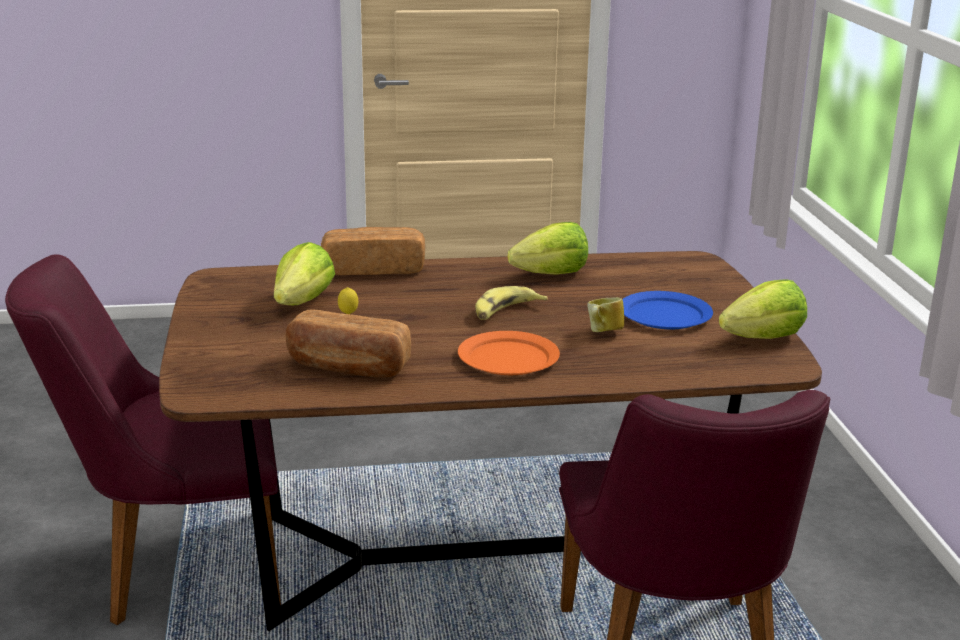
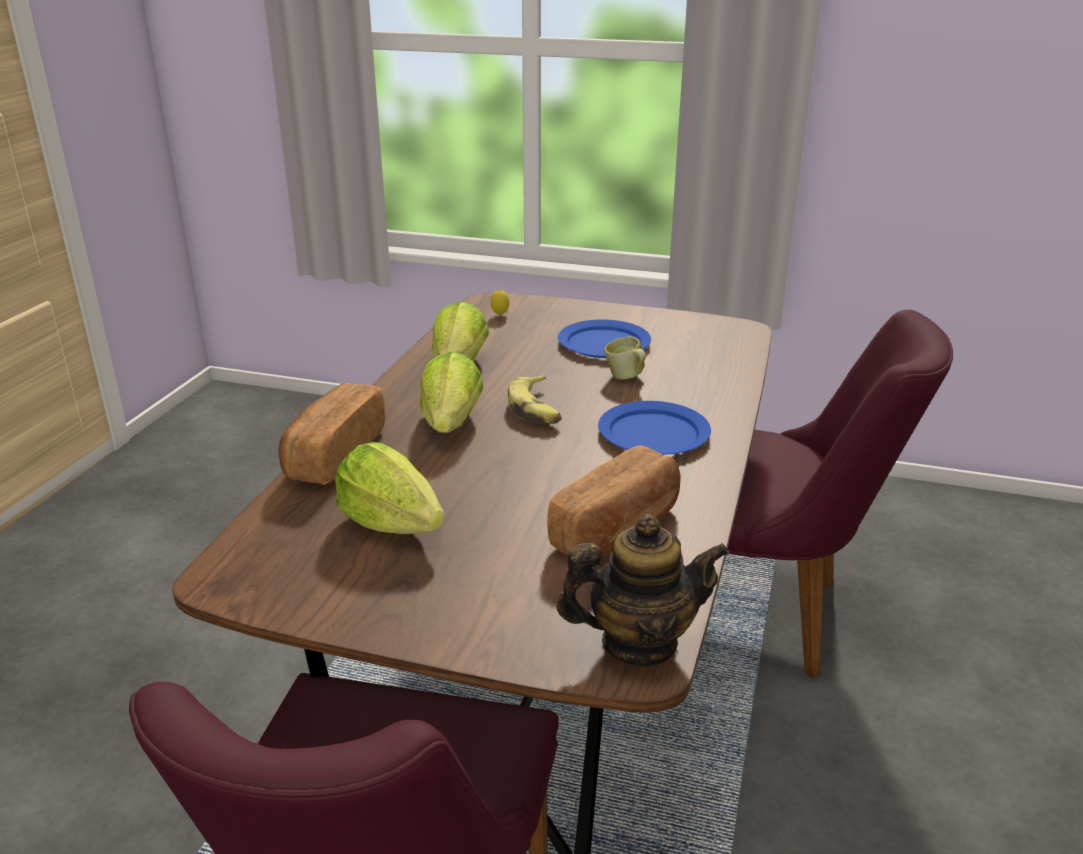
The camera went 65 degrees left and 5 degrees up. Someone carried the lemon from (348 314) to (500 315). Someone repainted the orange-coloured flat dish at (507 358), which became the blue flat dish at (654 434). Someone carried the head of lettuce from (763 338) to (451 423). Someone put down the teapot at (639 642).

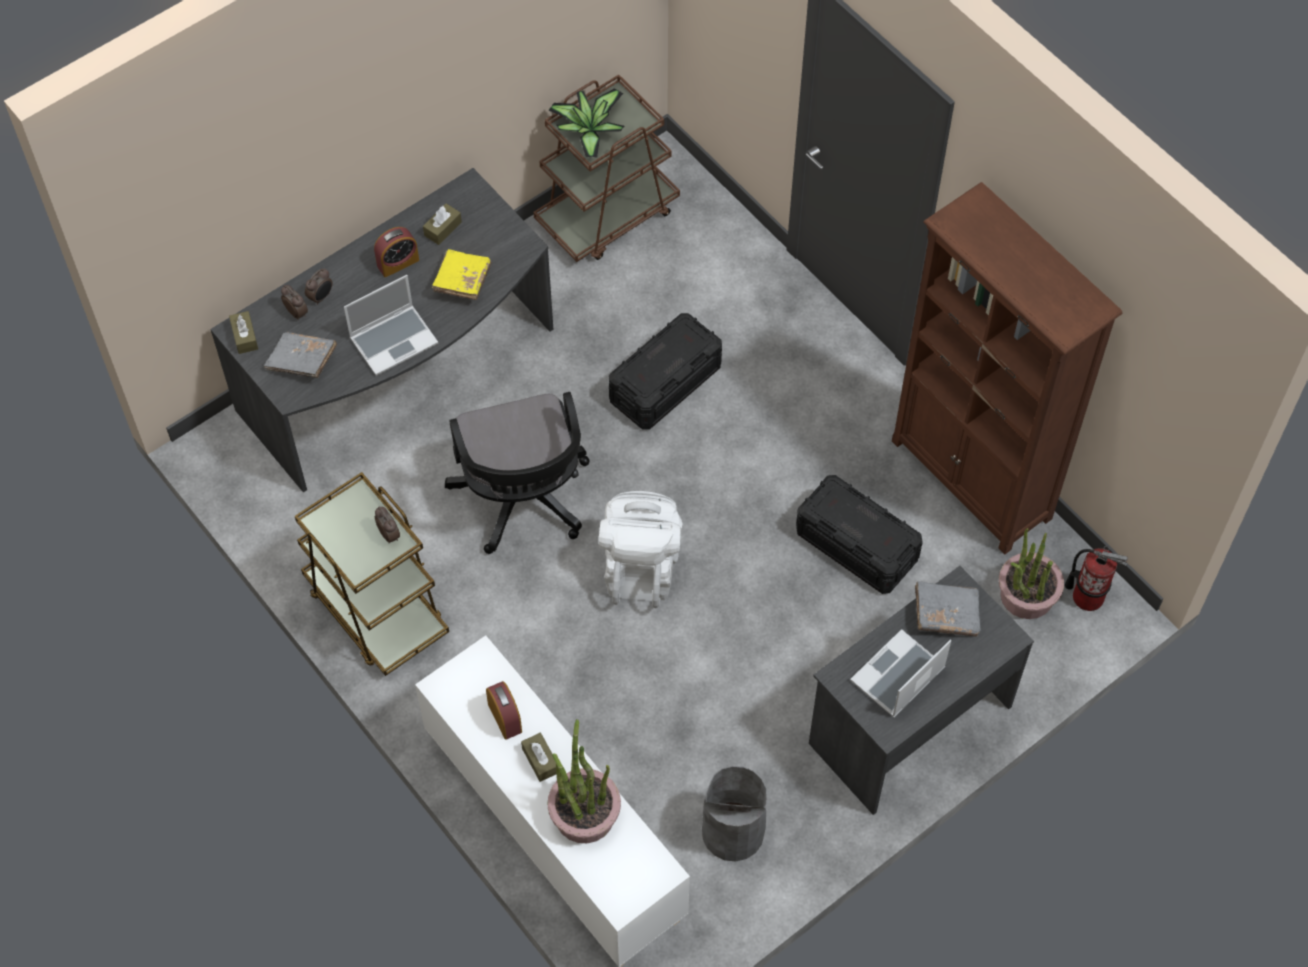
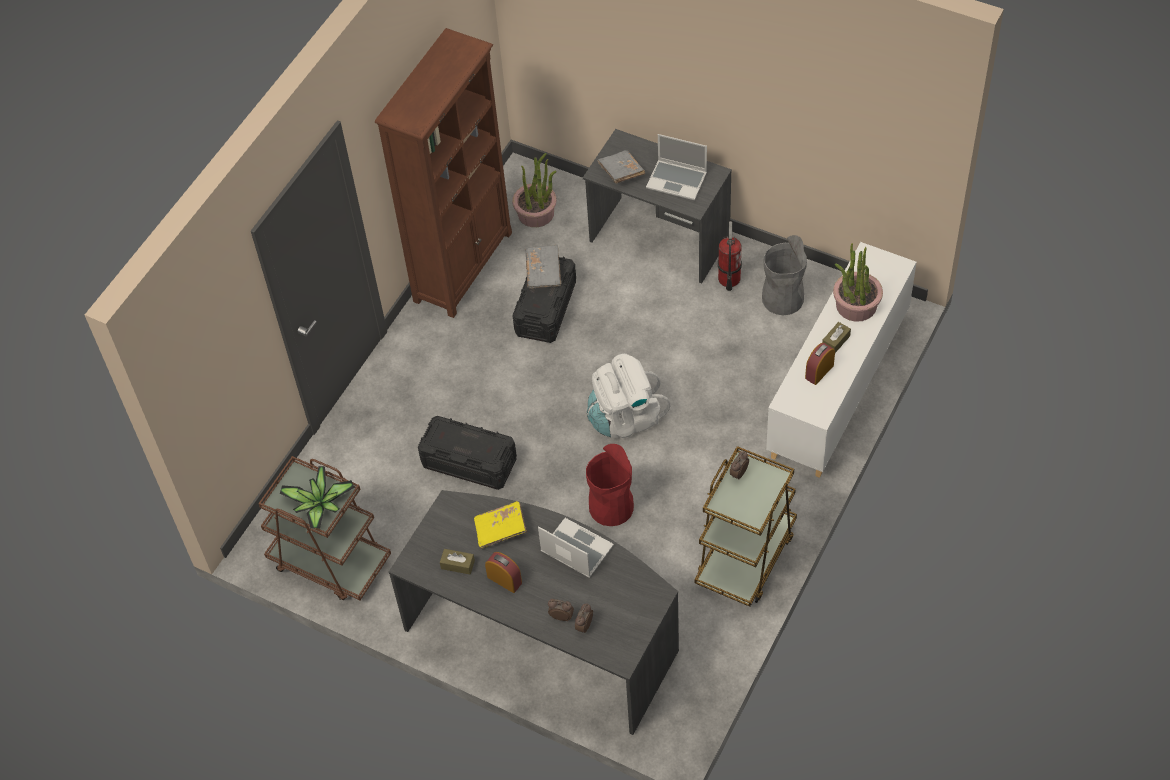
The camera went 110 degrees left and 5 degrees down. Someone took away the brownish tissue box at (244 337). Someone carried the greyish volume from (302 361) to (543 272). Someone swapped the black-coloured computer chair at (523 501) for the reddish waste bin at (611 507). Someone carried the fire-fighting cylinder from (1088 596) to (728 279).

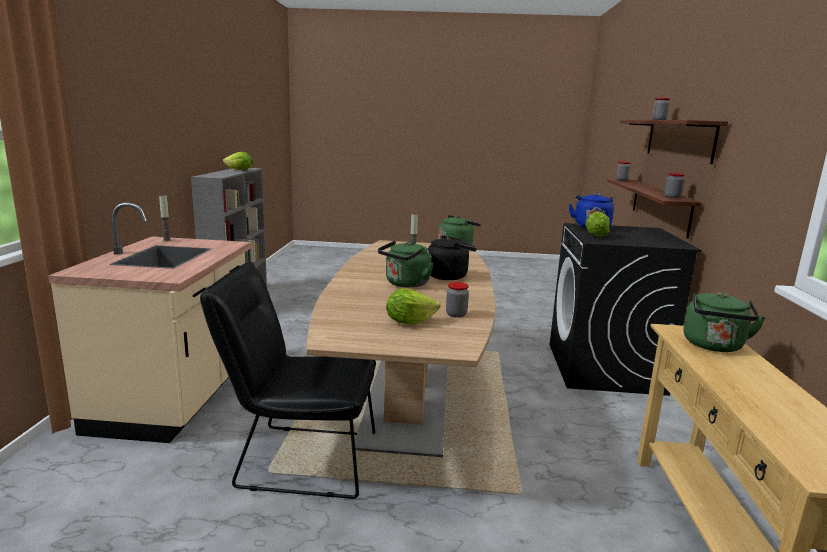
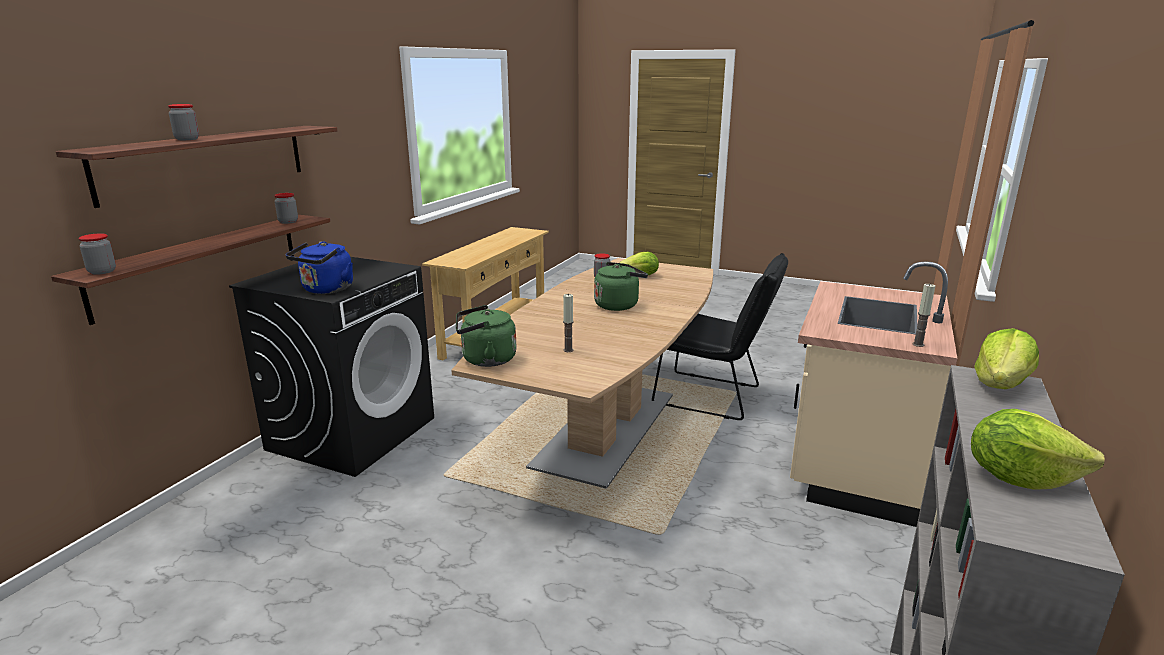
The camera went 160 degrees left and 5 degrees up. Someone took away the black-coloured water kettle at (449 276). Someone carried the head of lettuce from (595 236) to (1001 385). Someone took away the green water kettle at (714 346).

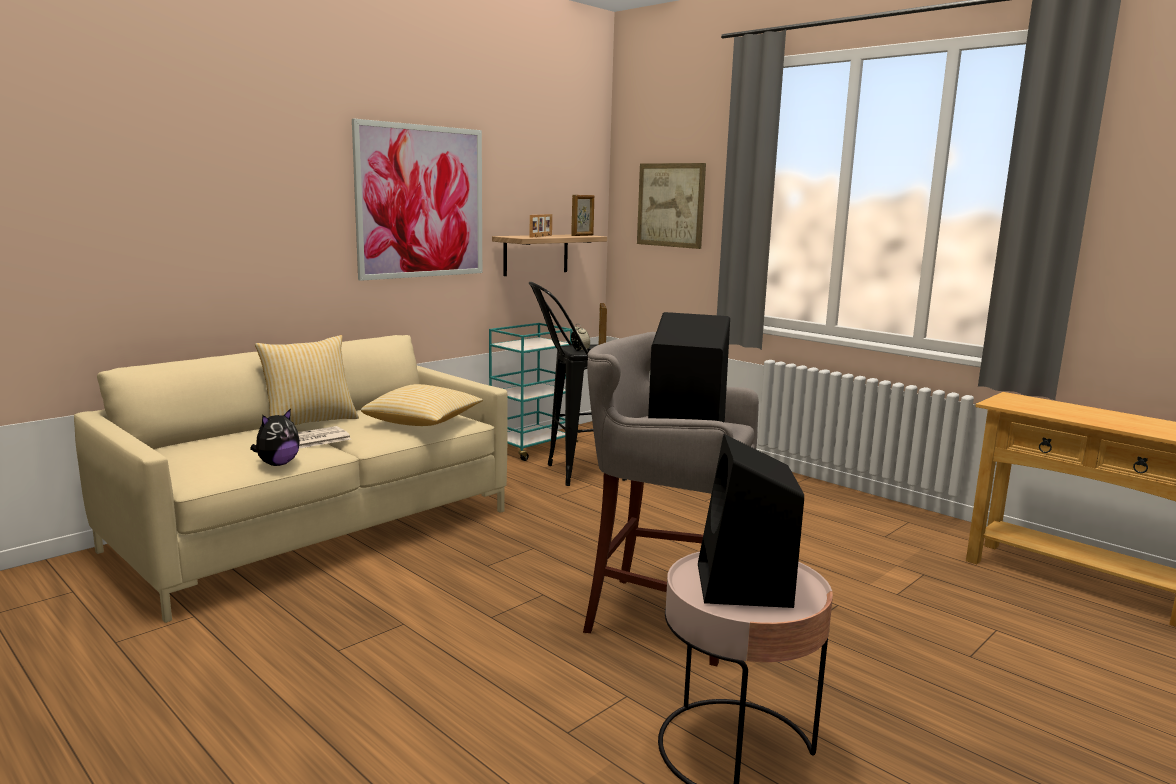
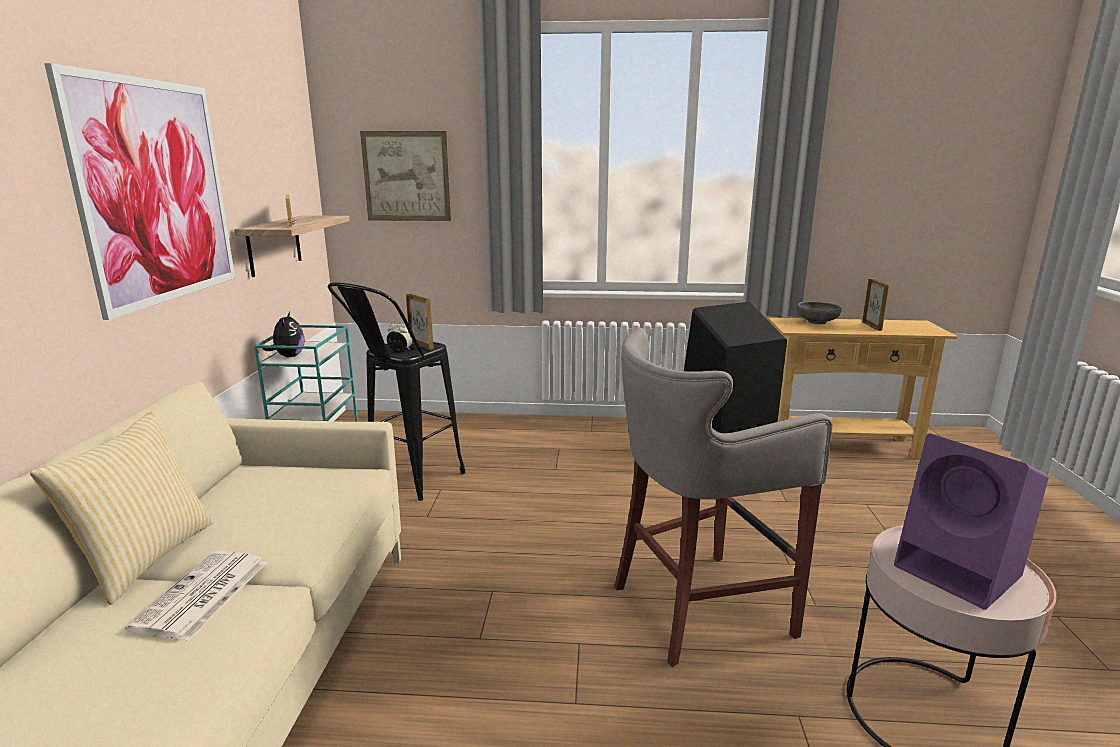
The camera went 40 degrees left and 5 degrees up. Someone carried the soft toy from (277 464) to (288 356). Someone took away the cushion at (423 423). Someone carried the photo frame from (582 235) to (872 326). Someone repainted the black-coloured audio speaker at (744 586), which became the purple-coloured audio speaker at (960 572). Someone put down the greyish deep dish at (817 322).

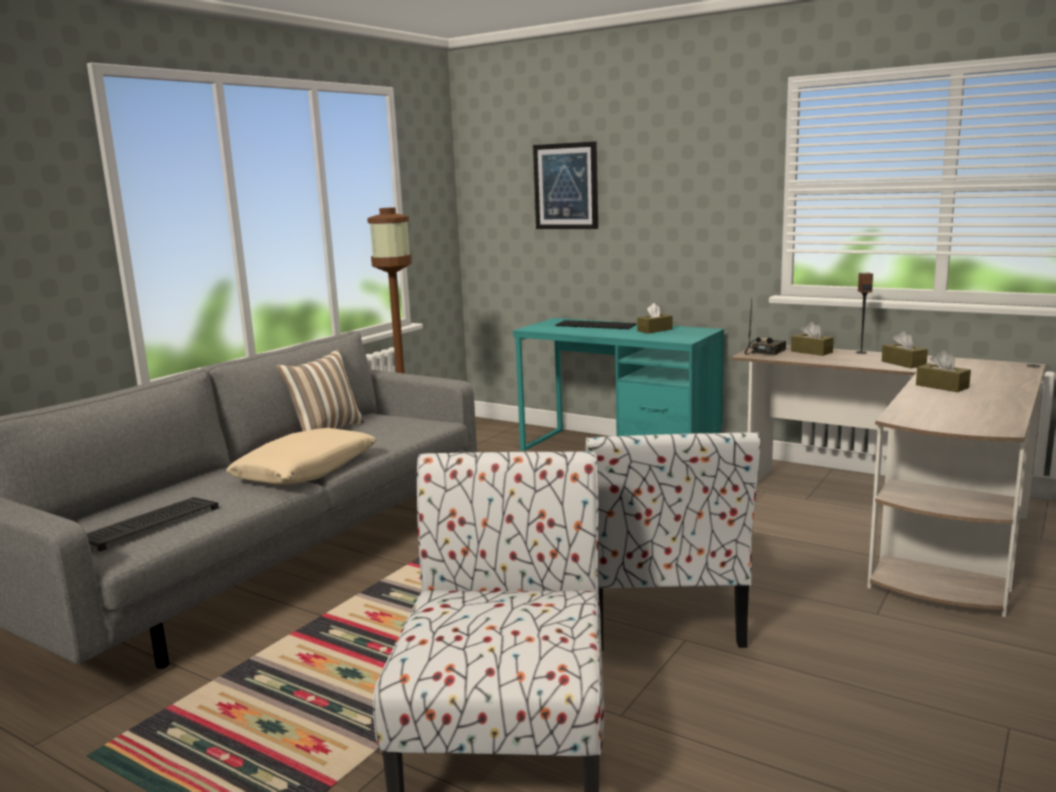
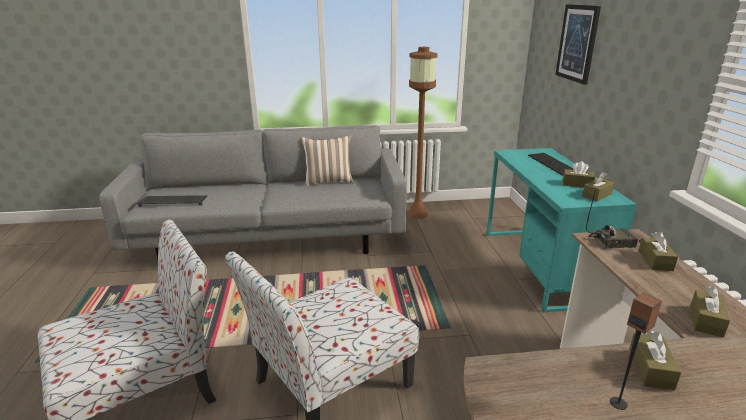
The camera went 50 degrees right and 10 degrees up. Someone took away the sand-coloured cushion at (306 470). Someone carried the audio speaker from (861 352) to (618 403). Someone put down the brownish tissue box at (597 195).

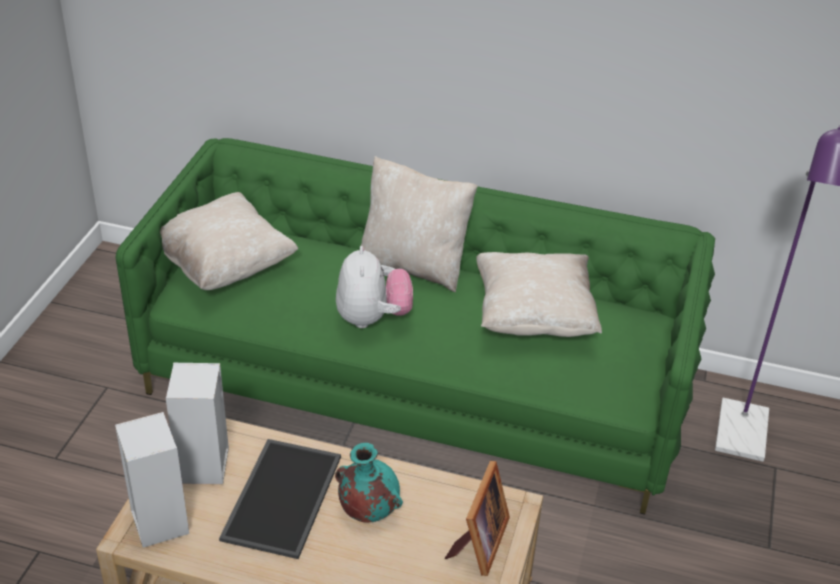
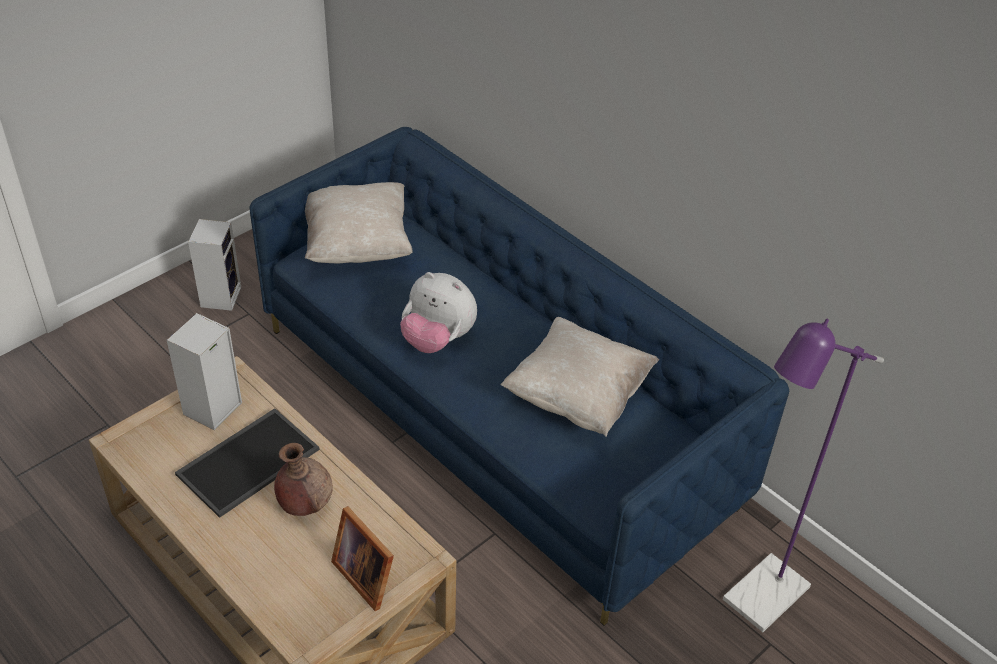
The camera went 30 degrees right and 5 degrees up. Someone repainted the green couch at (416 384), which became the blue couch at (495 416). Someone carried the audio speaker from (157 520) to (220 295). Someone repainted the turquoise-coloured flower vase at (367 510), which became the brownish flower vase at (304 503). Someone rotated the soft toy at (372 318) by 90 degrees clockwise. Someone took away the sand-coloured cushion at (414 265). Someone rotated the photo frame at (478 543) by 90 degrees clockwise.

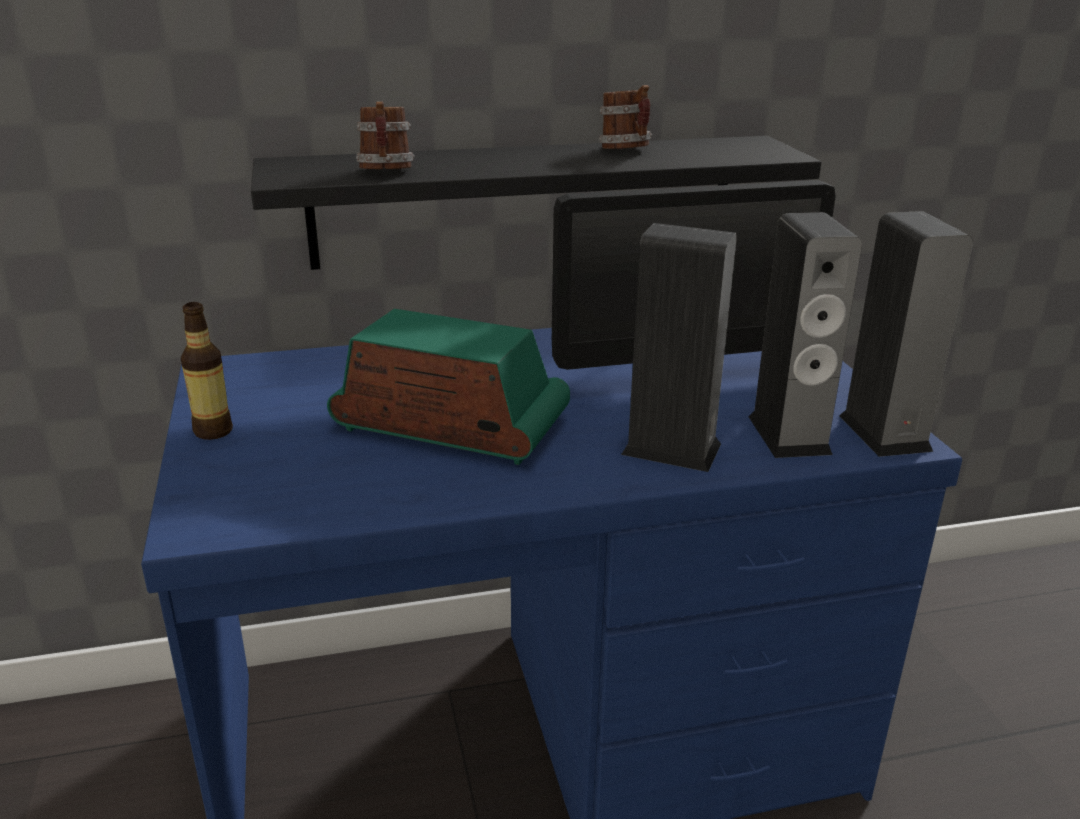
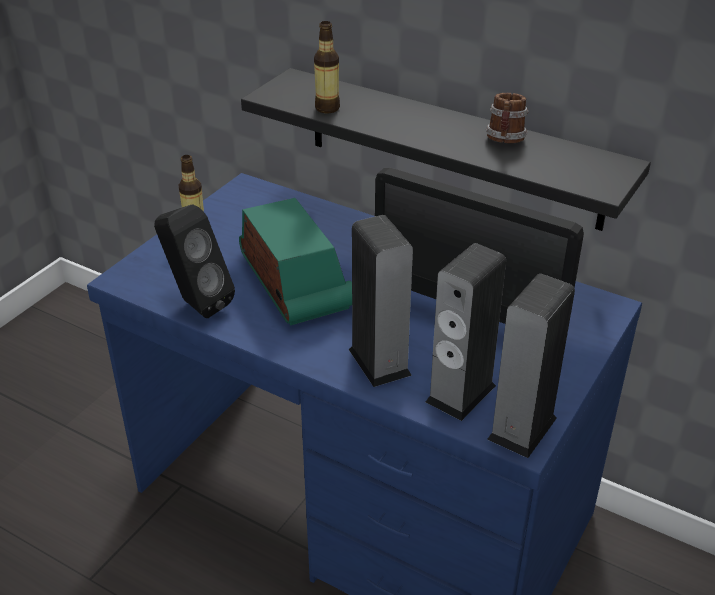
The camera went 45 degrees right and 10 degrees up. Someone swapped the mug at (386 172) for the beverage bottle at (327 108). Someone put down the black-coloured audio speaker at (196 303).

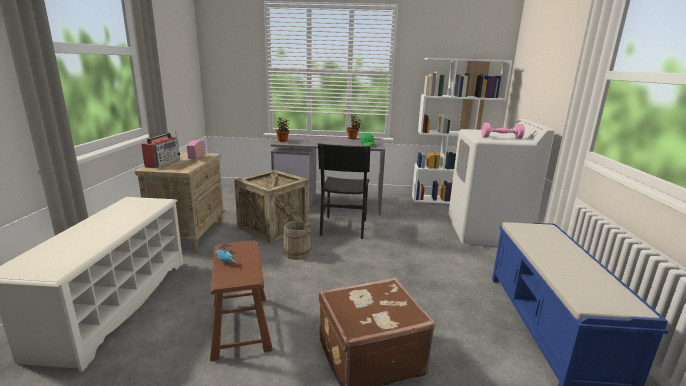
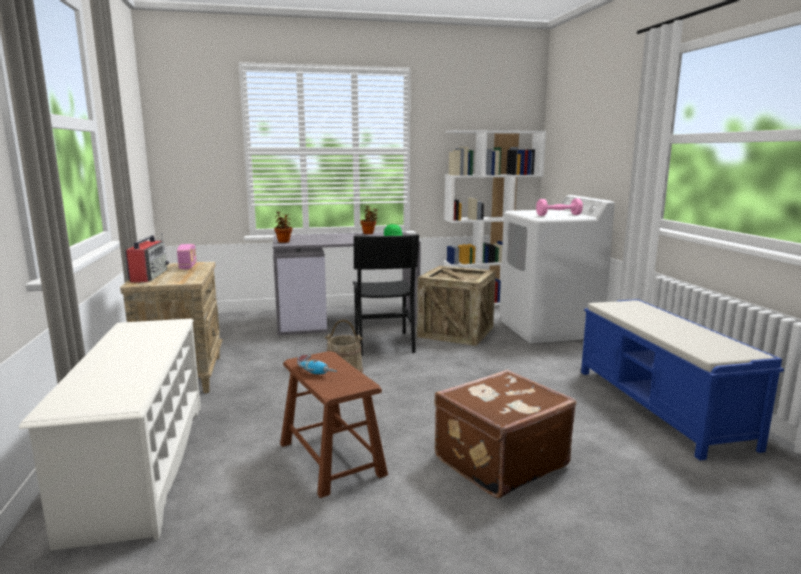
The camera went 15 degrees left and 5 degrees down. Someone carried the crate from (273 227) to (456 332).

